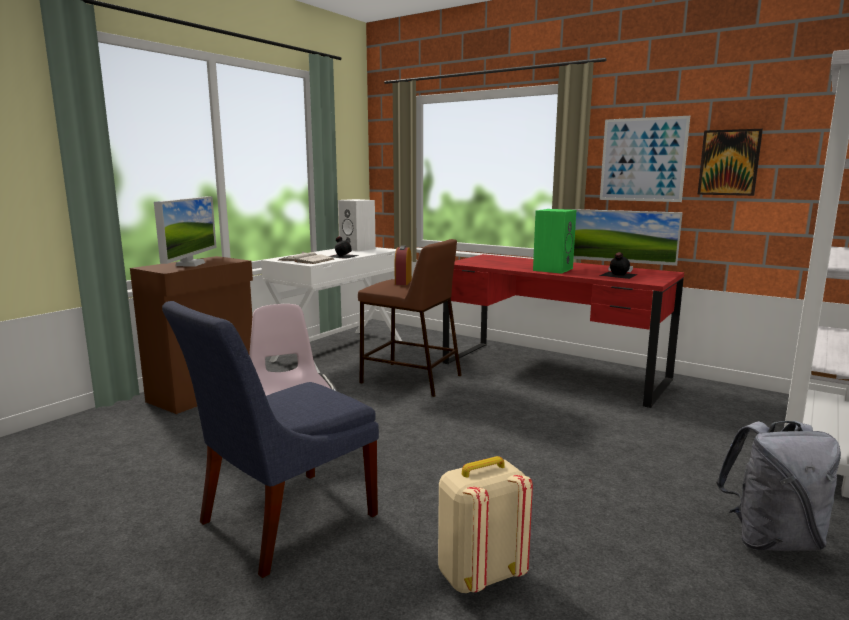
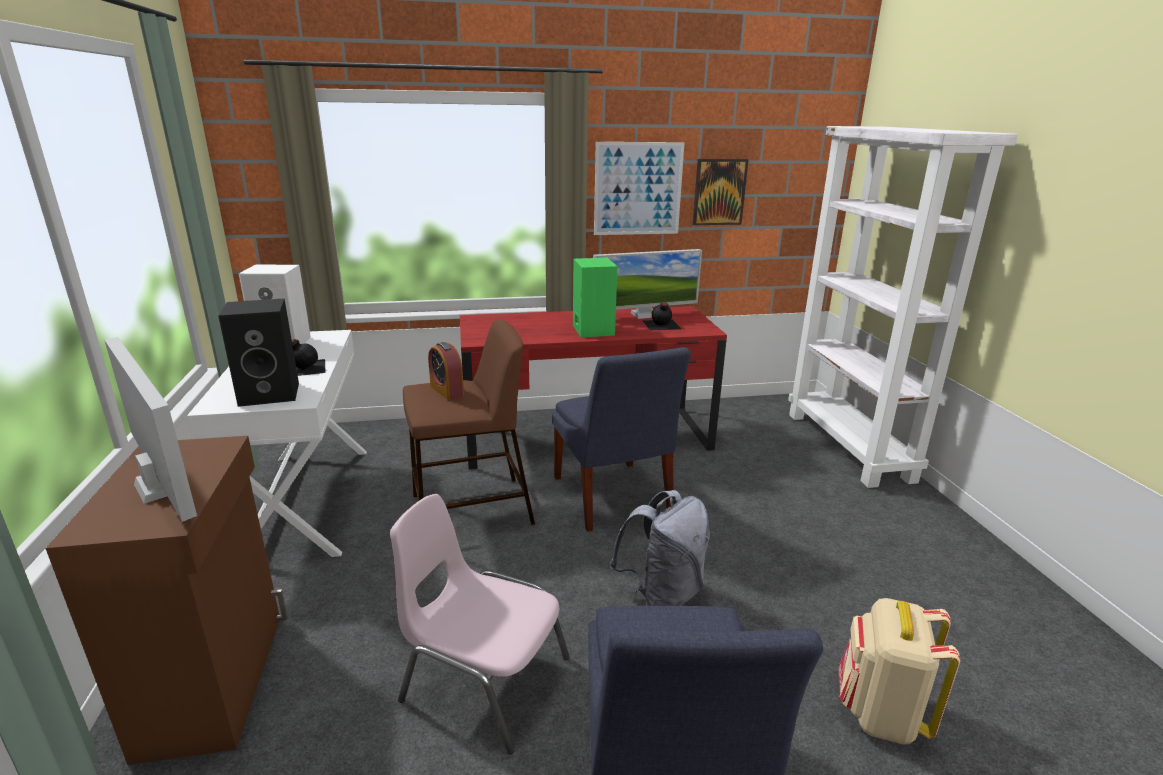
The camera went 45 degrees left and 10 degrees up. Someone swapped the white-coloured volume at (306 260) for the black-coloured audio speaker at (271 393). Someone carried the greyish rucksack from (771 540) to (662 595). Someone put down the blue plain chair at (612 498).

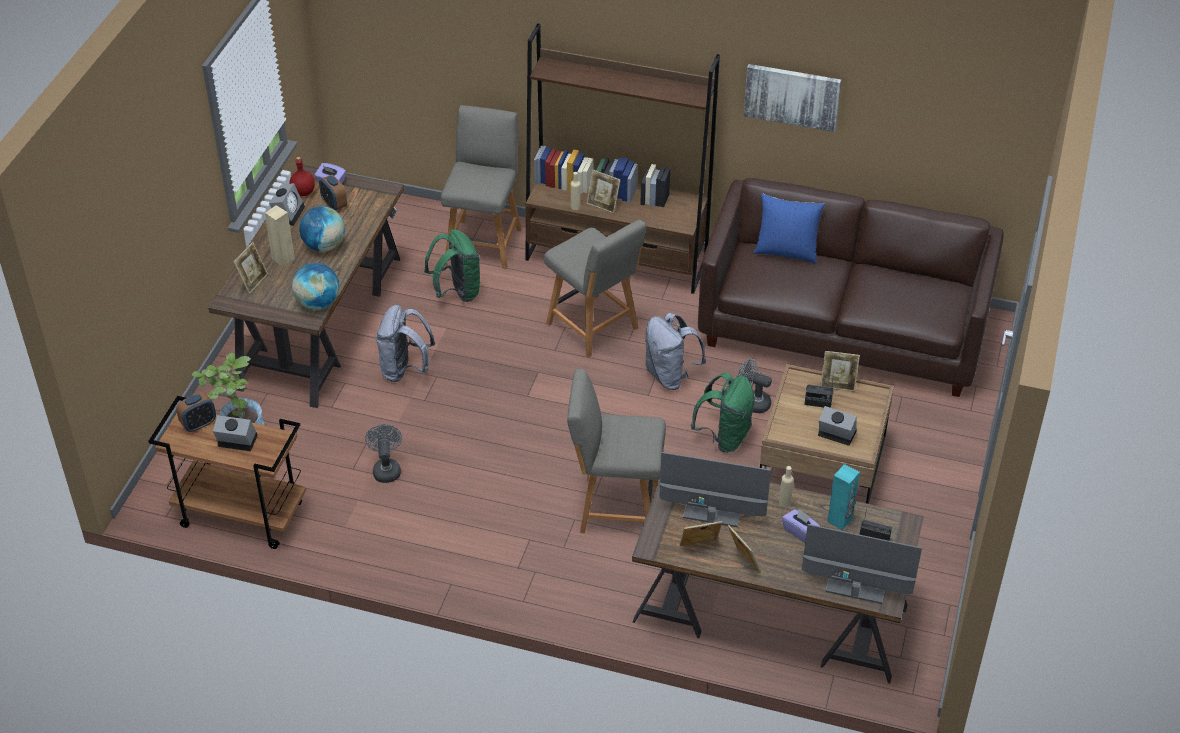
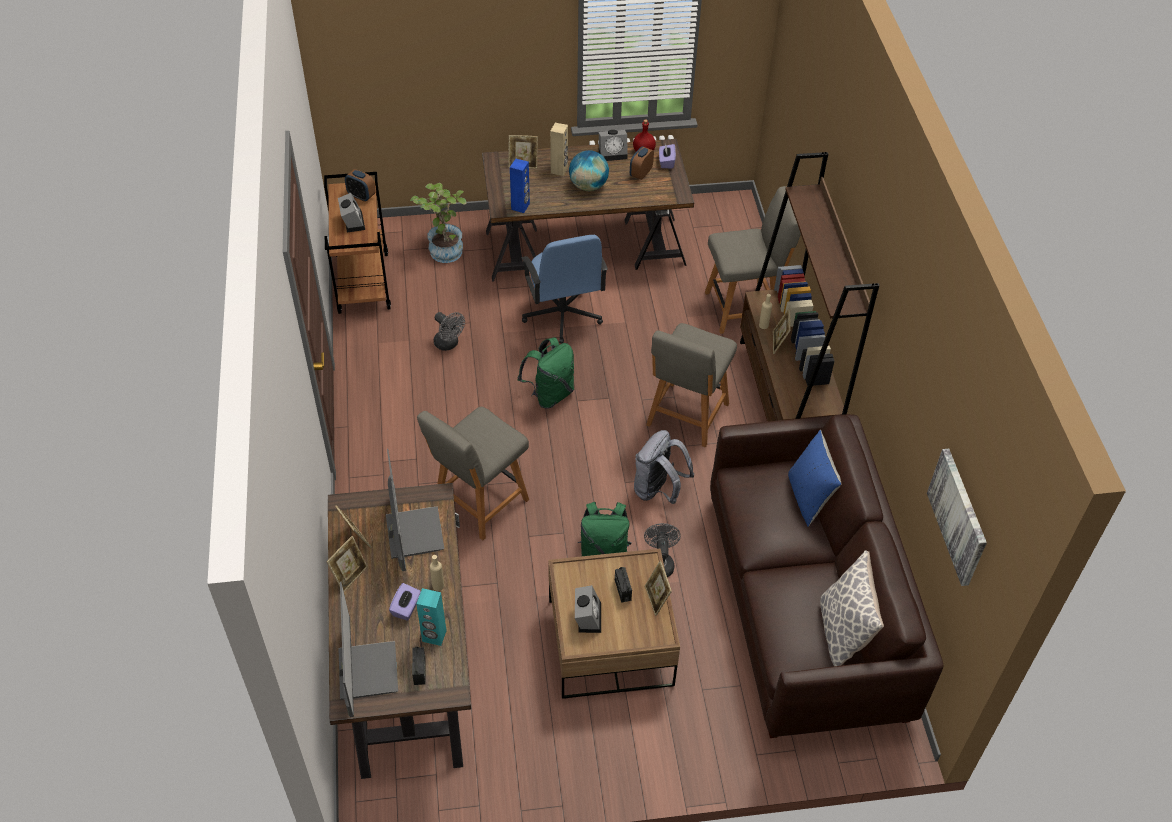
The camera went 65 degrees right and 5 degrees up. Someone swapped the desk globe at (318 303) for the blue audio speaker at (520 206). Someone rotated the greyish fan at (386 469) by 75 degrees clockwise. Someone swapped the greyish rucksack at (405 370) for the blue computer chair at (562 315). Someone carried the green rucksack from (457 292) to (550 394). Someone rotated the greyish plain chair at (615 507) by 120 degrees counterclockwise. Someone carried the wall picture from (792 96) to (959 516). Someone put down the cushion at (843 630).

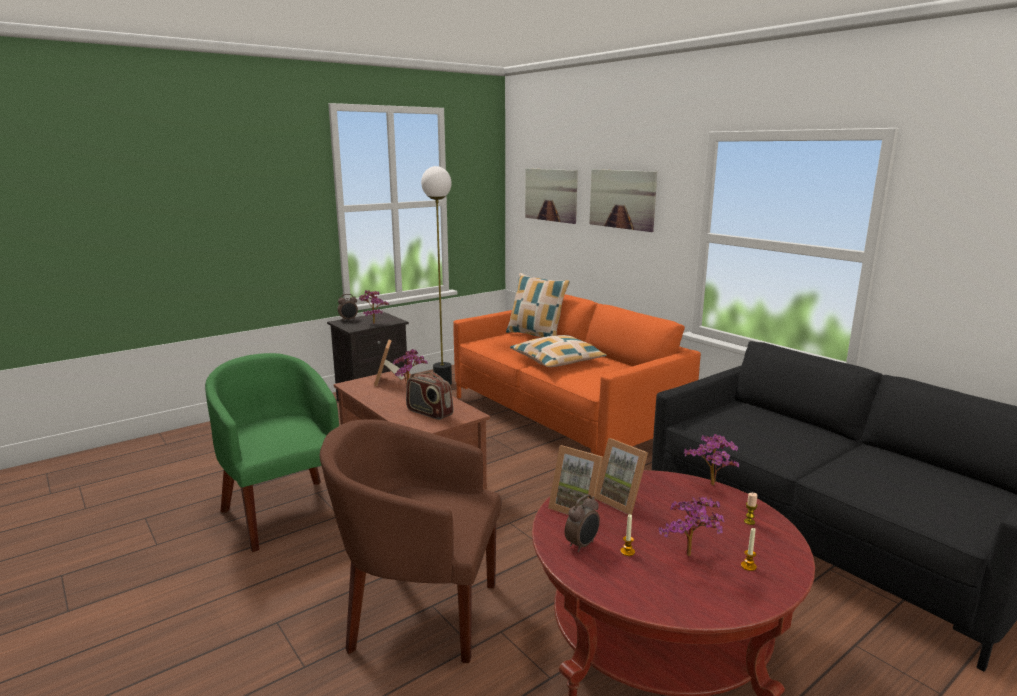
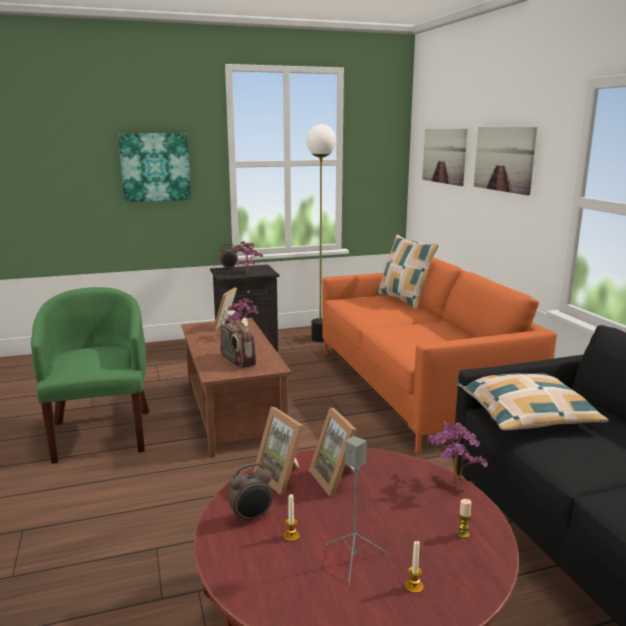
The camera went 20 degrees right and 0 degrees up. Someone took away the brownish armchair at (418 612). Someone carried the cushion from (557 360) to (525 414). Someone swapped the plant in a pot at (691 558) for the greyish audio speaker at (354 560). Someone put up the wall picture at (155 167).

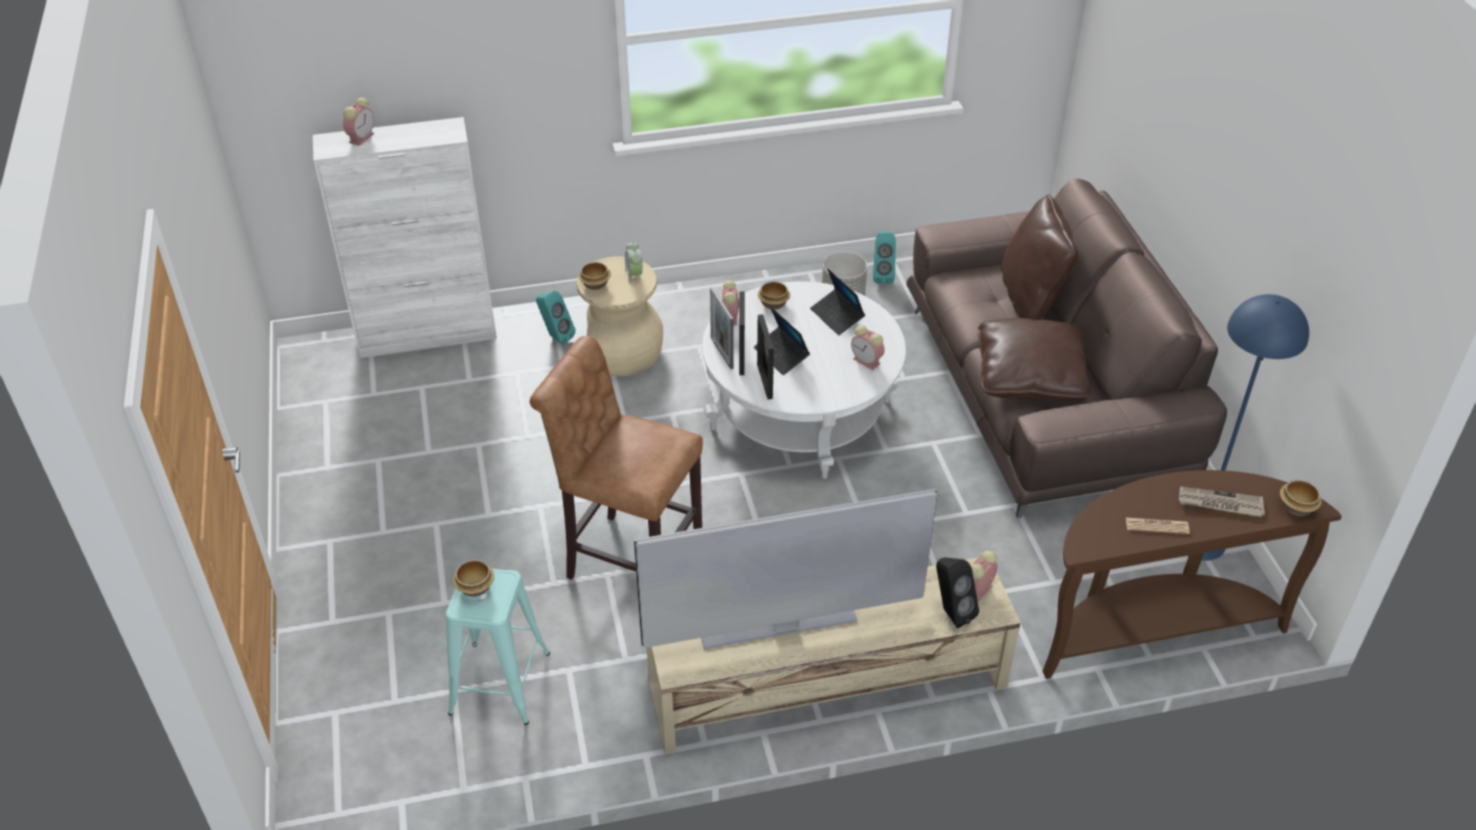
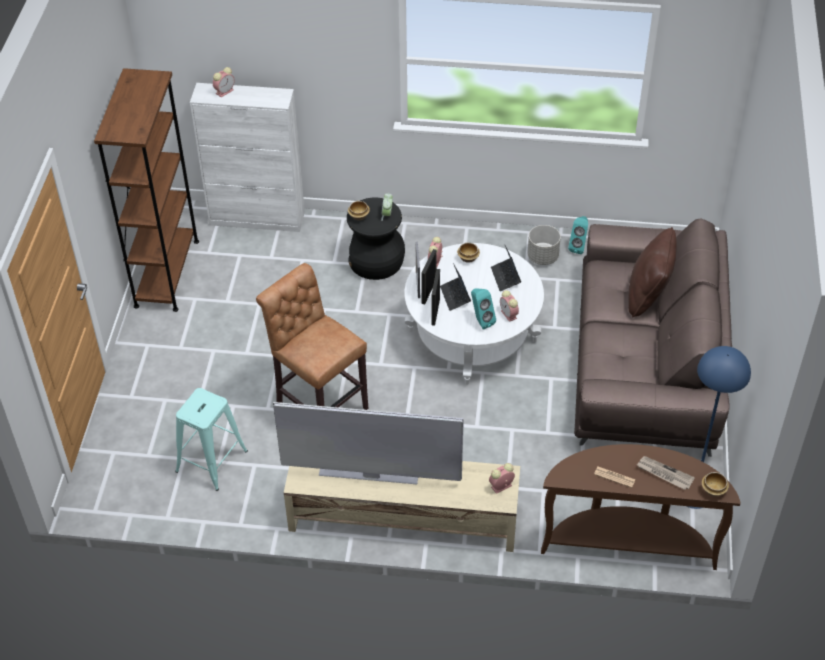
The camera went 20 degrees right and 5 degrees up. Someone took away the deep dish at (476 587). Someone carried the turquoise-coloured audio speaker from (556 337) to (481 321). Someone repainted the sand-coloured stool seat at (623 352), which became the black-coloured stool seat at (376 261). Someone took away the black-coloured audio speaker at (951 612). Someone took away the brownish cushion at (1029 376). Someone put down the brownish shelving unit at (167 273).

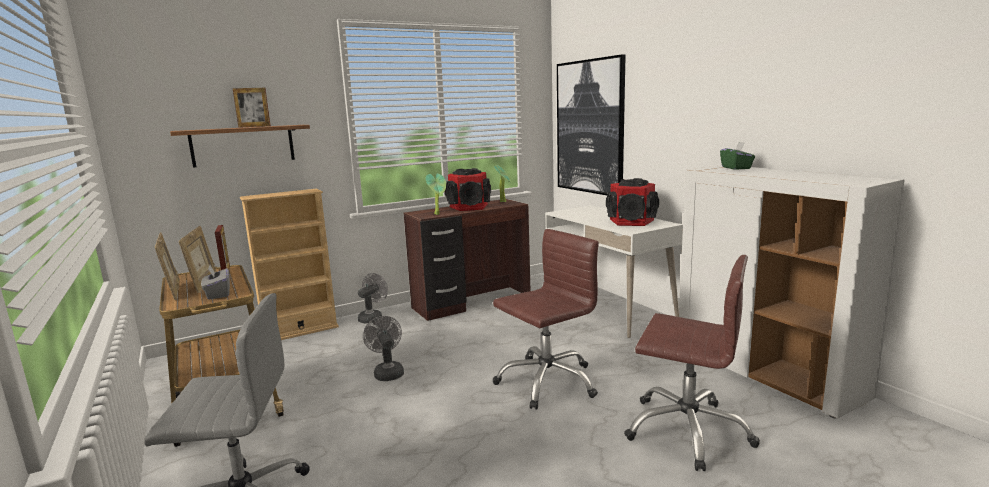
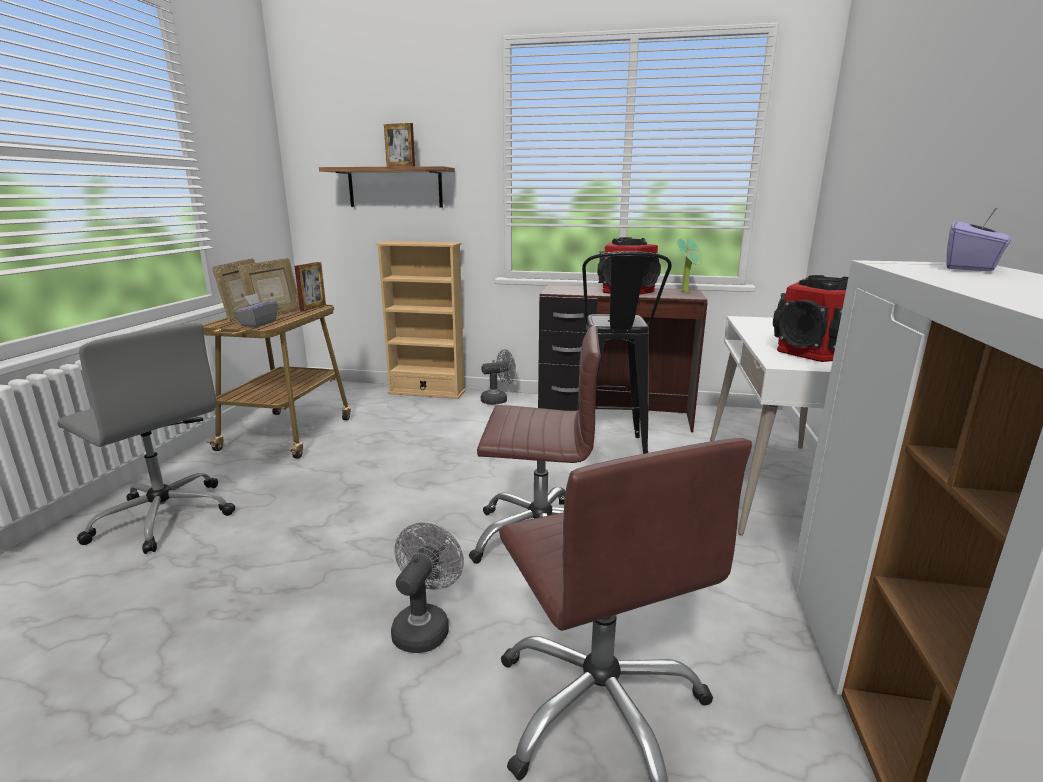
The camera went 40 degrees right and 5 degrees up. Someone carried the greyish fan from (387 372) to (424 626). Someone took away the plant in a pot at (438 214). Someone took away the wall picture at (590 127). Someone repainted the green tissue box at (736 168), which became the purple-coloured tissue box at (970 268). Someone put down the black-coloured stool seat at (610 455).

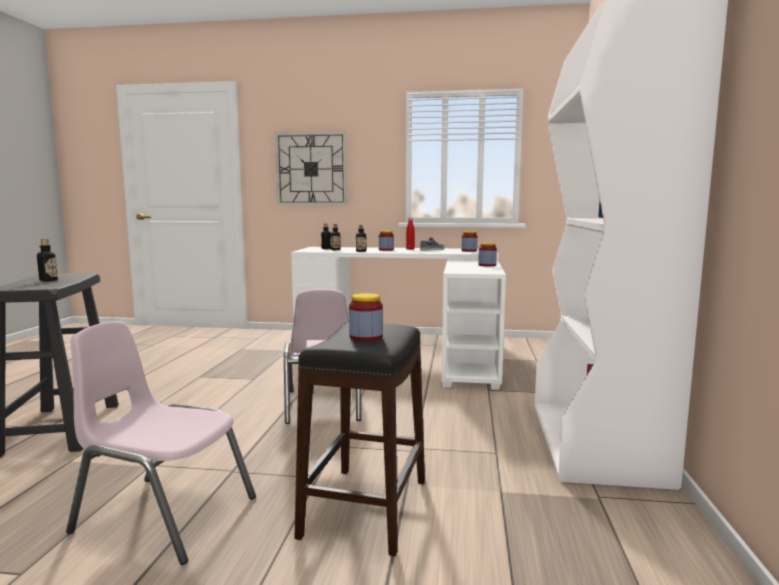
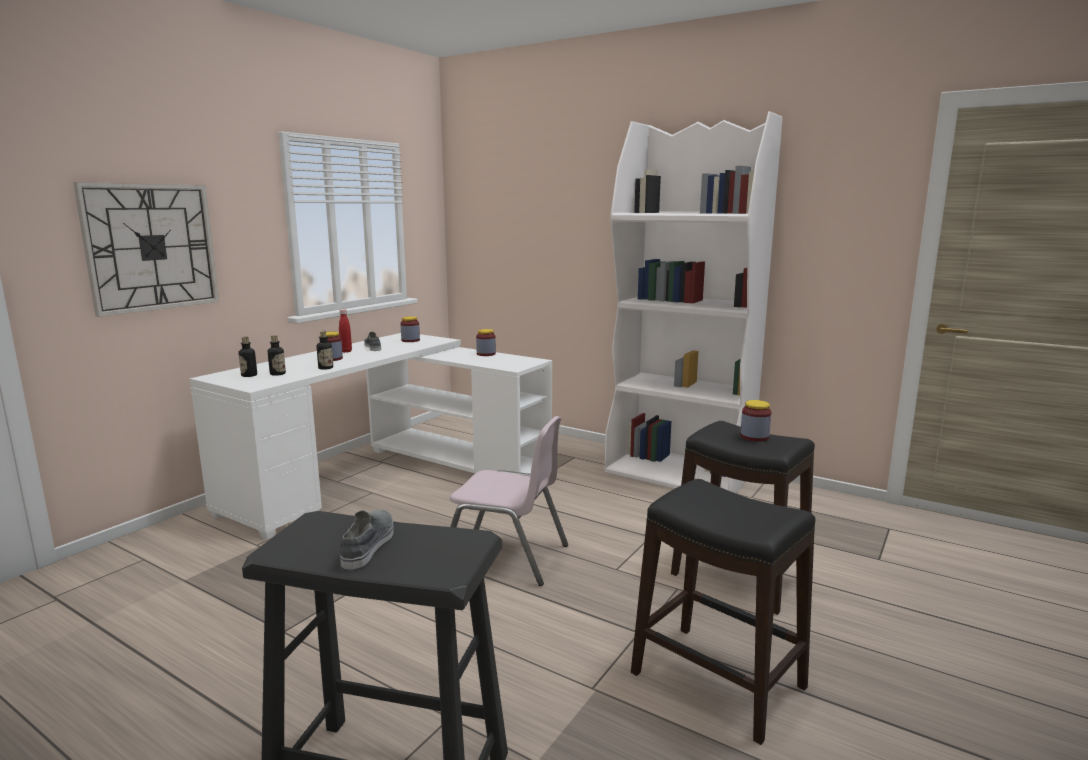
The camera went 65 degrees left and 5 degrees up. Someone swapped the beverage bottle at (48 280) for the greyish item of footwear at (369 544). Someone swapped the pinkish plain chair at (164 515) for the black-coloured stool seat at (717 681).

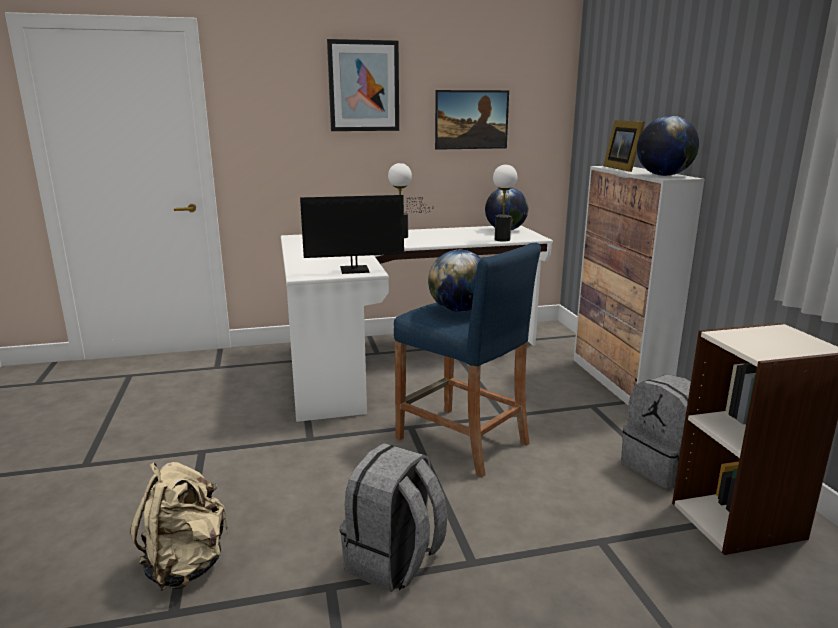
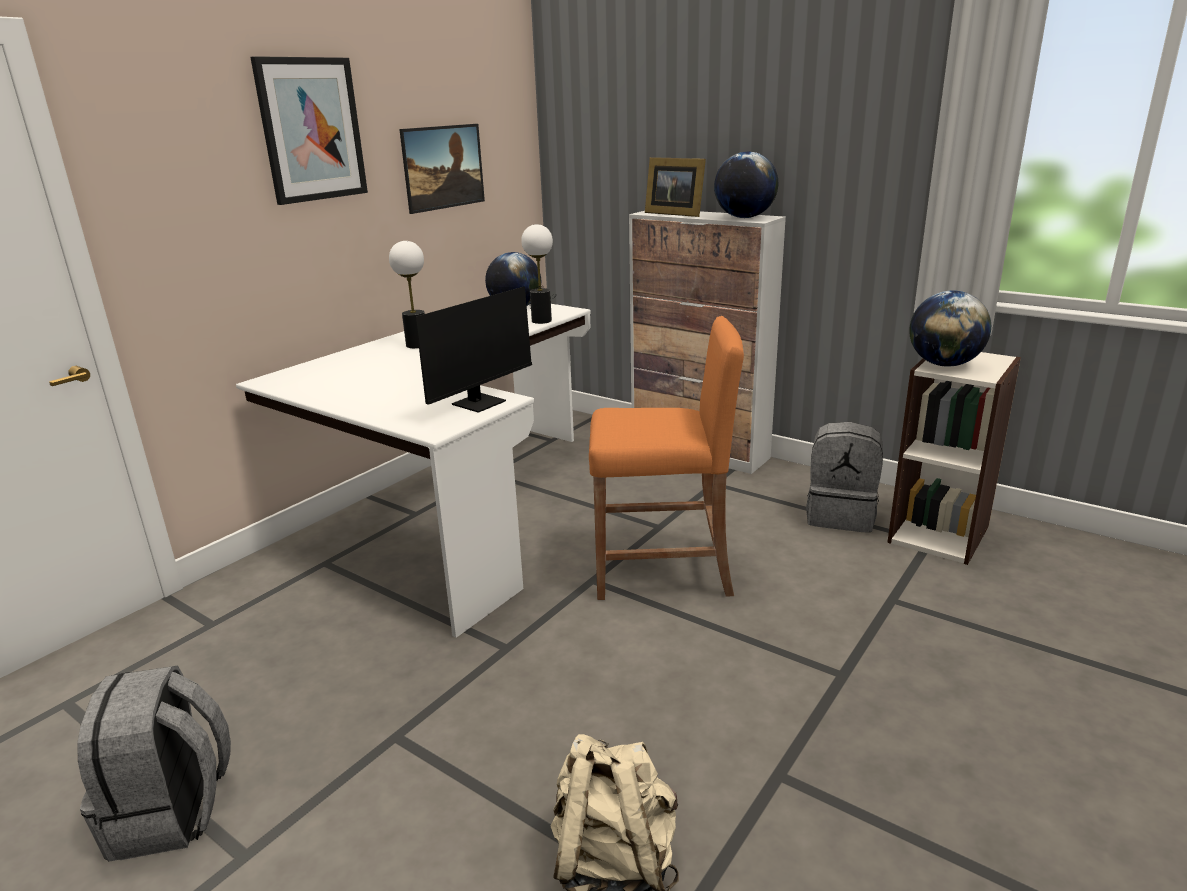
The camera went 40 degrees left and 5 degrees up. Someone carried the greyish rucksack from (394 562) to (173 813). Someone repainted the blue stool seat at (462 441), which became the orange-coloured stool seat at (662 570). Someone carried the desk globe from (458 310) to (944 364).

